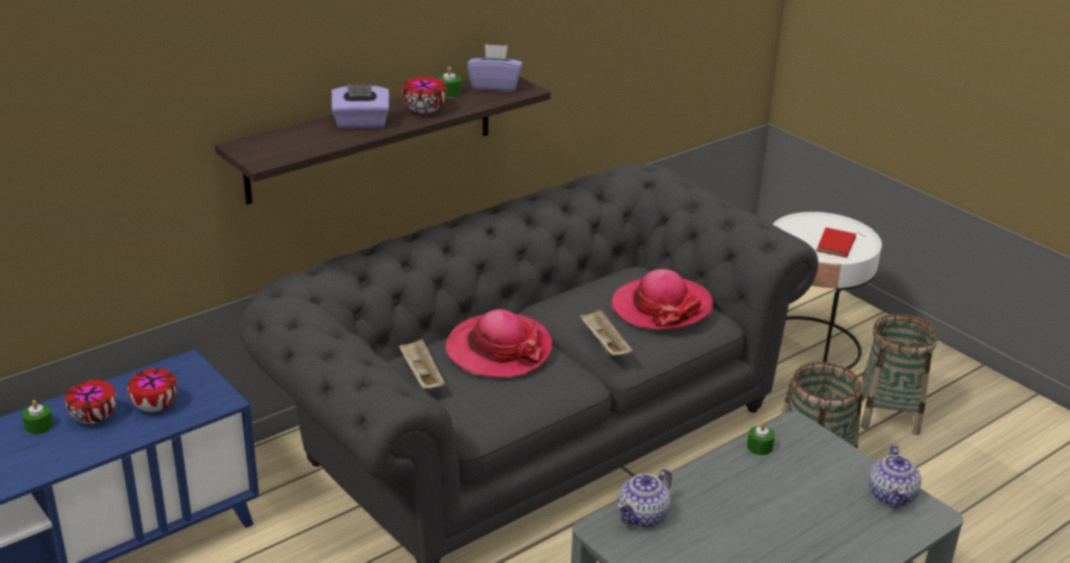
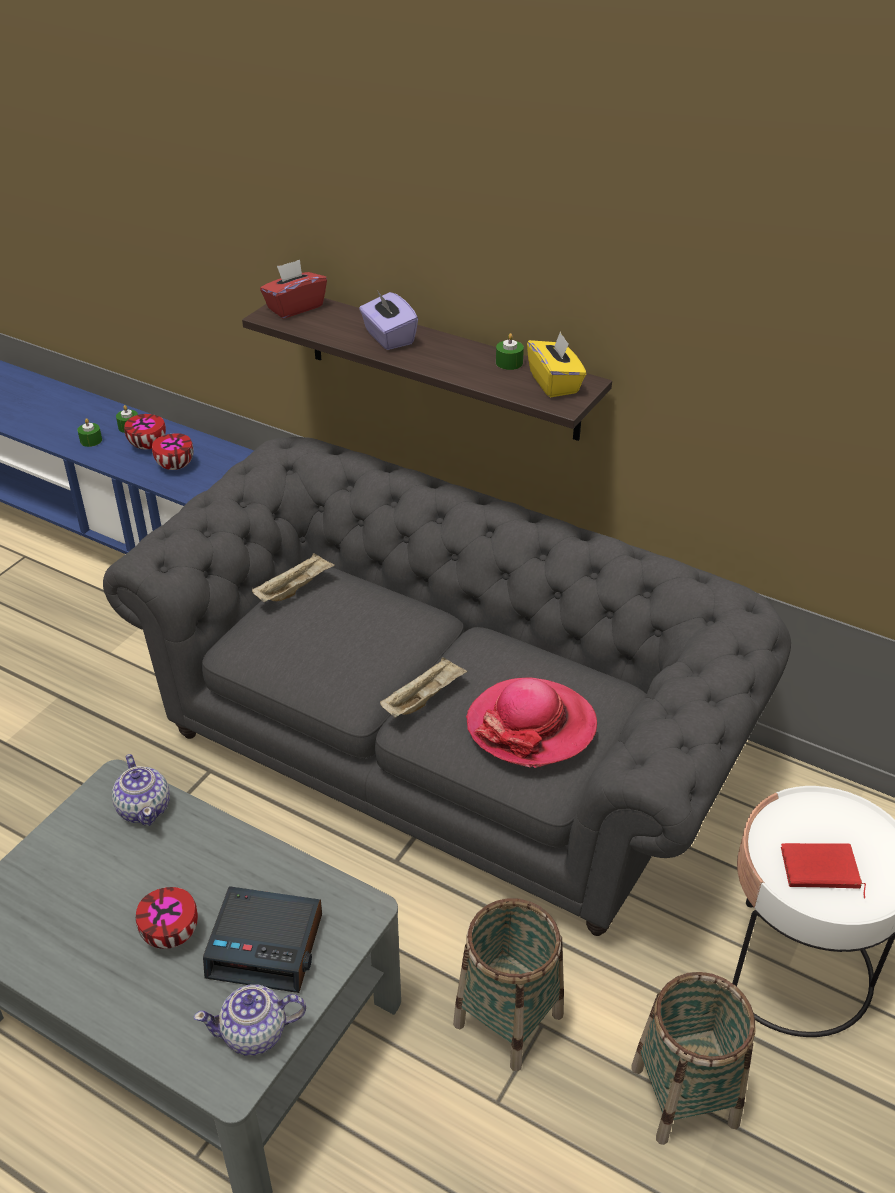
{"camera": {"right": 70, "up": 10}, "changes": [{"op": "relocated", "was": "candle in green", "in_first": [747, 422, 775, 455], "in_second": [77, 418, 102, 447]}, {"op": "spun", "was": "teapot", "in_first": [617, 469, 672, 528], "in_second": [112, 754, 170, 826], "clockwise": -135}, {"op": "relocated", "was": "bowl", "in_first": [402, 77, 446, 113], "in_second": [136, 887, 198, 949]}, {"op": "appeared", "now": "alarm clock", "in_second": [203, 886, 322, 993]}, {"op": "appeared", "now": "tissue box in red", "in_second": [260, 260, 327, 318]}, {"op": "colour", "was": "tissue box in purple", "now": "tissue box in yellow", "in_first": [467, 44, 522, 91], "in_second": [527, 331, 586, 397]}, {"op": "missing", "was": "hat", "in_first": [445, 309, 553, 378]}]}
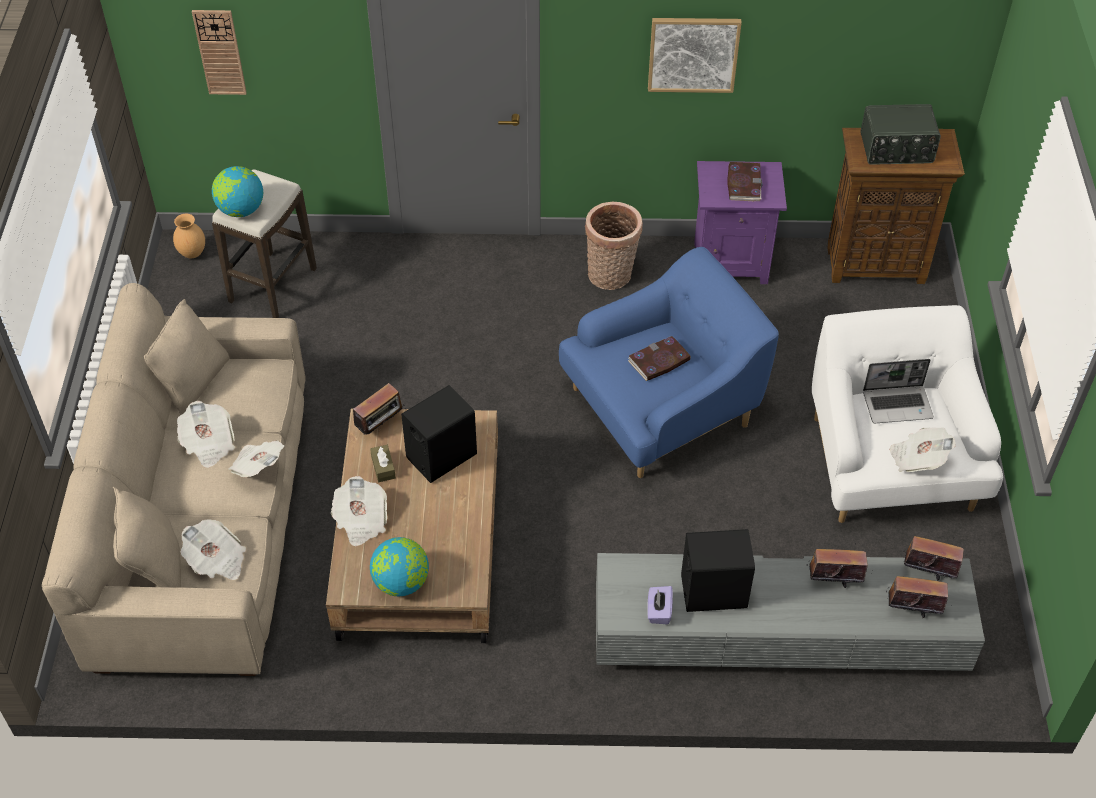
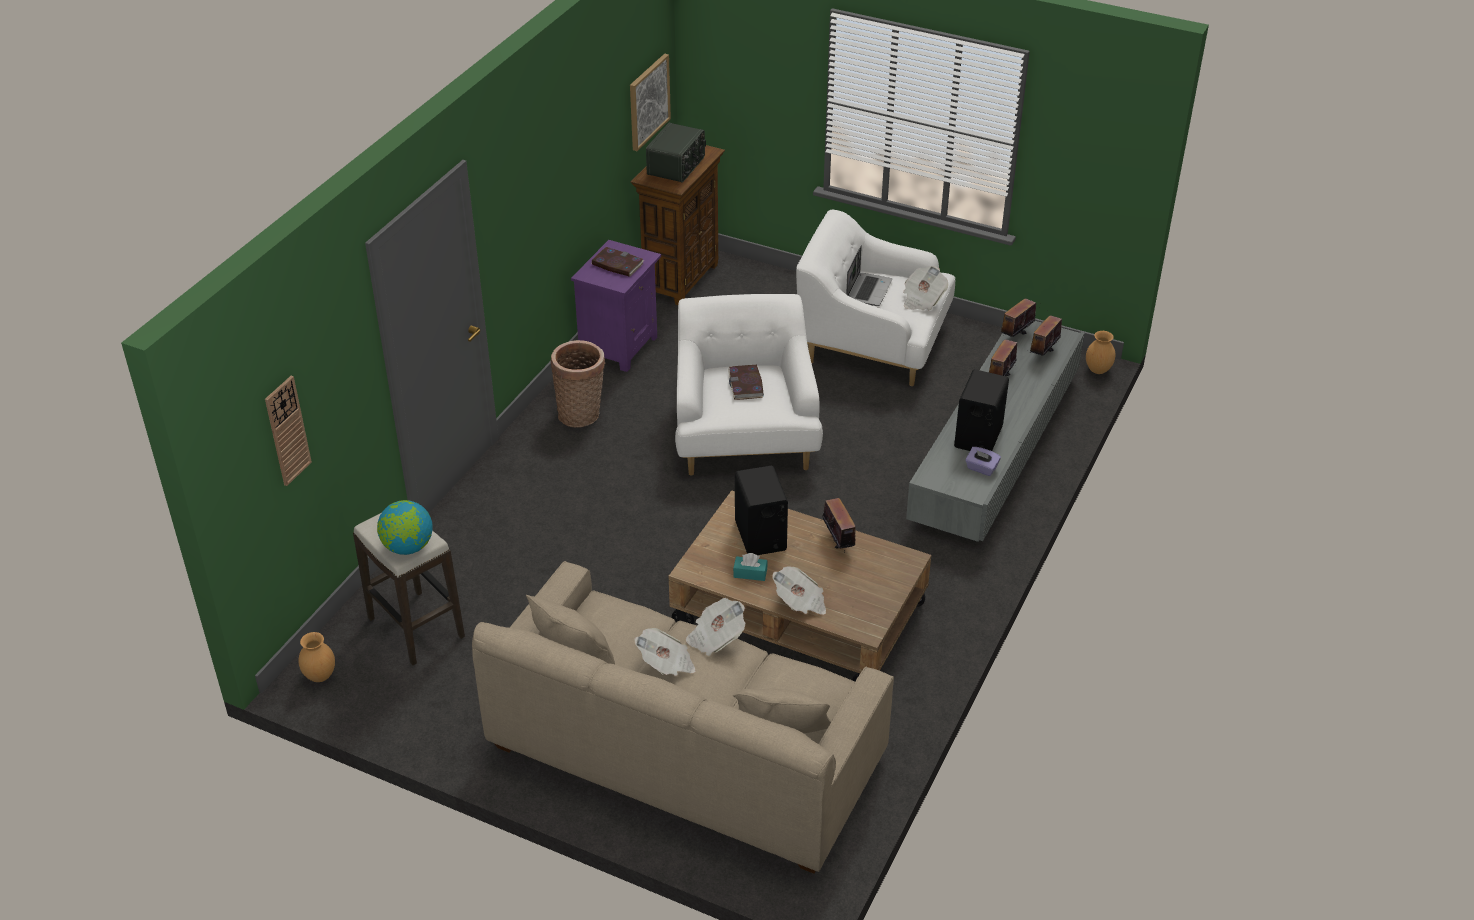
{"camera": {"right": -65, "up": -10}, "changes": [{"op": "relocated", "was": "picture", "in_first": [648, 18, 742, 93], "in_second": [630, 54, 671, 151]}, {"op": "colour", "was": "armchair in blue", "now": "armchair in white", "in_first": [559, 247, 779, 478], "in_second": [675, 294, 823, 476]}, {"op": "colour", "was": "tissue box in brown", "now": "tissue box in turquoise", "in_first": [370, 445, 396, 482], "in_second": [733, 553, 768, 581]}, {"op": "relocated", "was": "radio", "in_first": [353, 383, 404, 435], "in_second": [823, 498, 859, 553]}, {"op": "appeared", "now": "vase in brown", "in_second": [1086, 331, 1115, 374]}, {"op": "missing", "was": "newspaper", "in_first": [181, 520, 246, 580]}, {"op": "missing", "was": "globe", "in_first": [370, 537, 429, 596]}]}
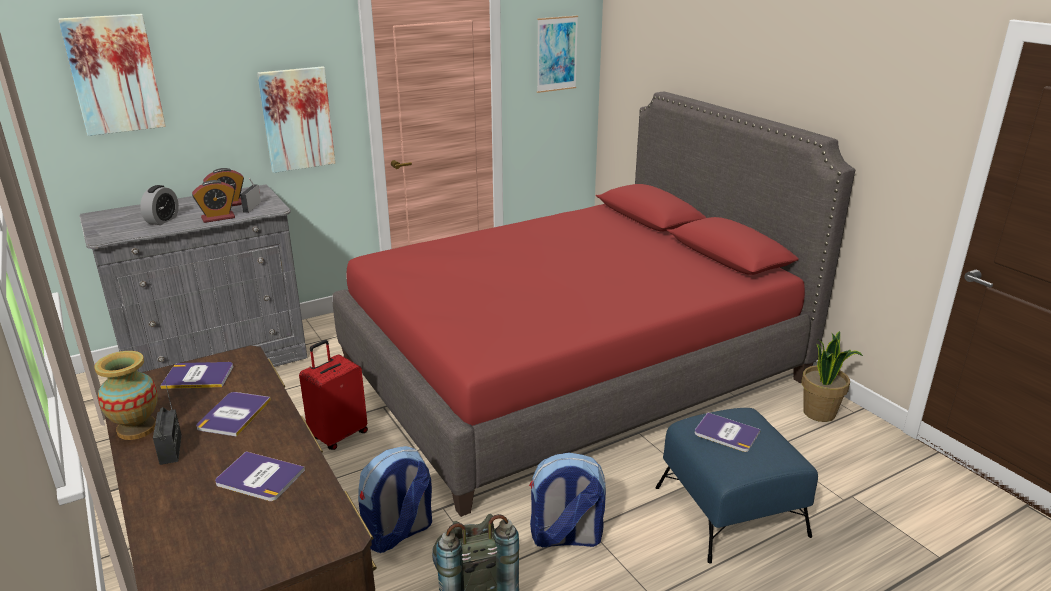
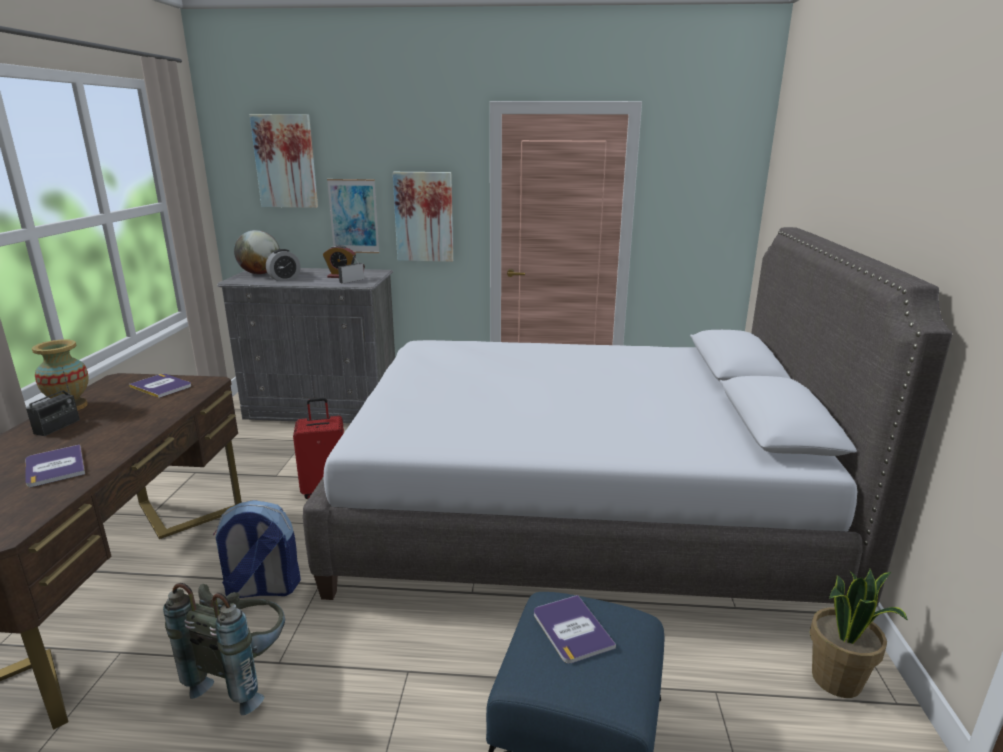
{"camera": {"right": 35, "up": -5}, "changes": [{"op": "appeared", "now": "globe", "in_second": [234, 230, 280, 274]}, {"op": "colour", "was": "bed in red", "now": "bed in grey", "in_first": [332, 91, 855, 517], "in_second": [303, 227, 953, 607]}, {"op": "relocated", "was": "picture", "in_first": [537, 16, 578, 93], "in_second": [327, 179, 379, 253]}, {"op": "missing", "was": "alarm clock", "in_first": [192, 180, 235, 223]}, {"op": "missing", "was": "book", "in_first": [196, 392, 271, 437]}, {"op": "missing", "was": "backpack", "in_first": [529, 453, 606, 547]}]}
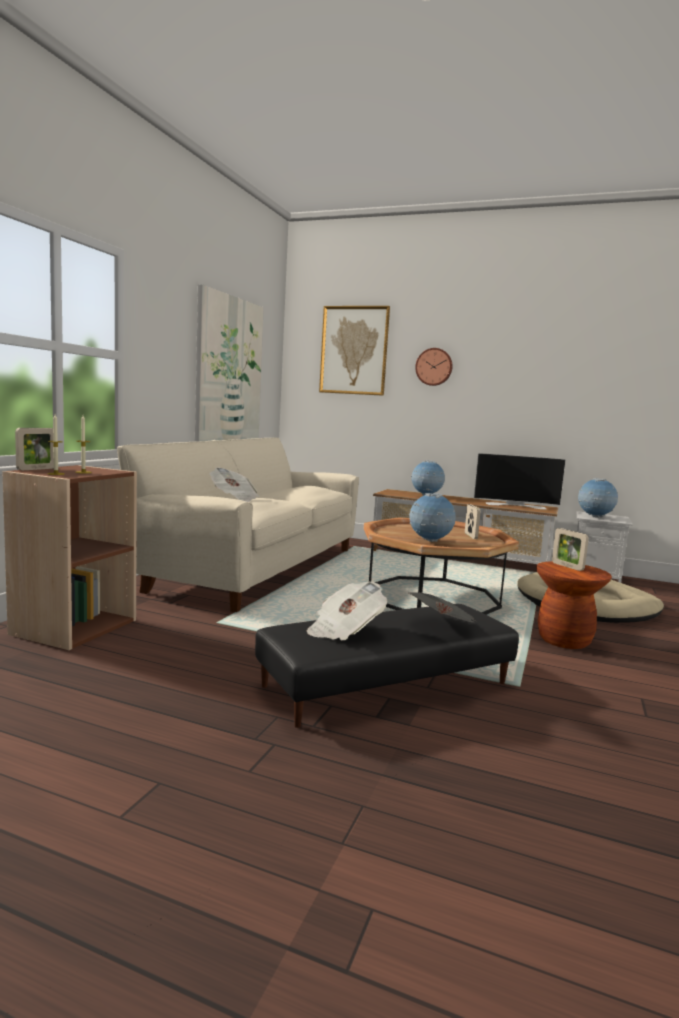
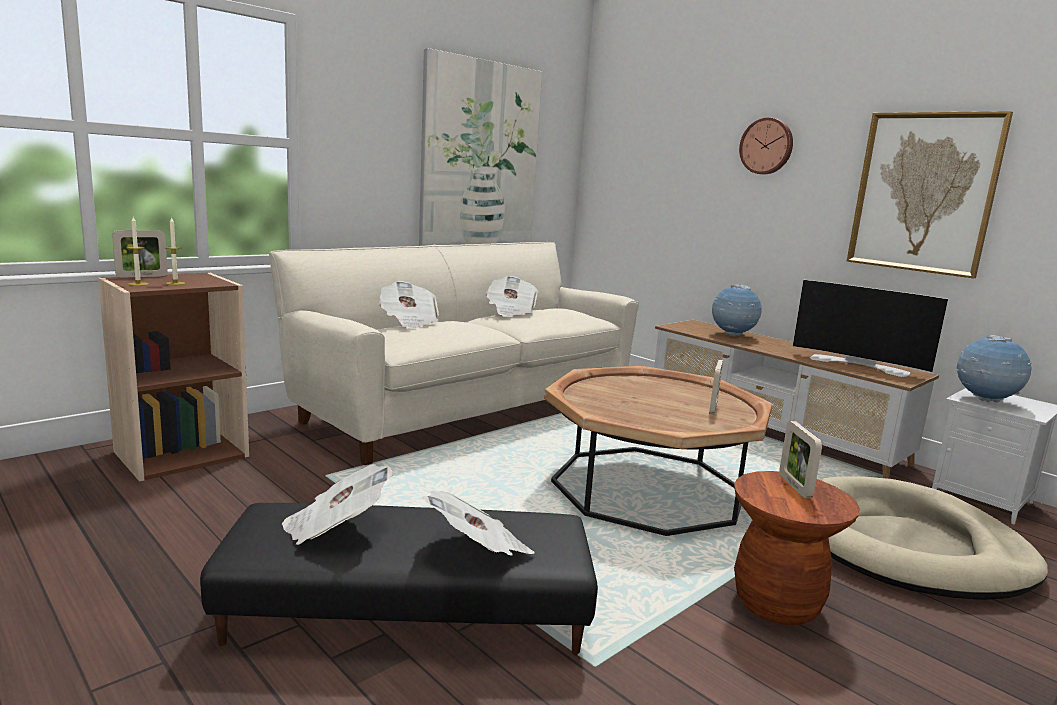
{"camera": {"right": 25, "up": 5}, "changes": [{"op": "appeared", "now": "newspaper", "in_second": [486, 276, 538, 316]}, {"op": "relocated", "was": "picture", "in_first": [319, 306, 390, 396], "in_second": [847, 111, 1013, 278]}, {"op": "missing", "was": "globe", "in_first": [410, 493, 456, 542]}]}
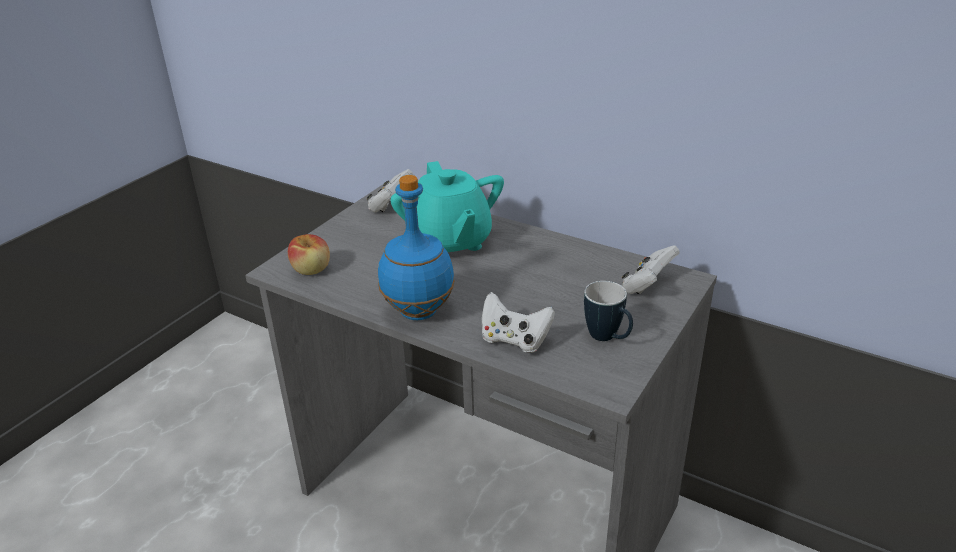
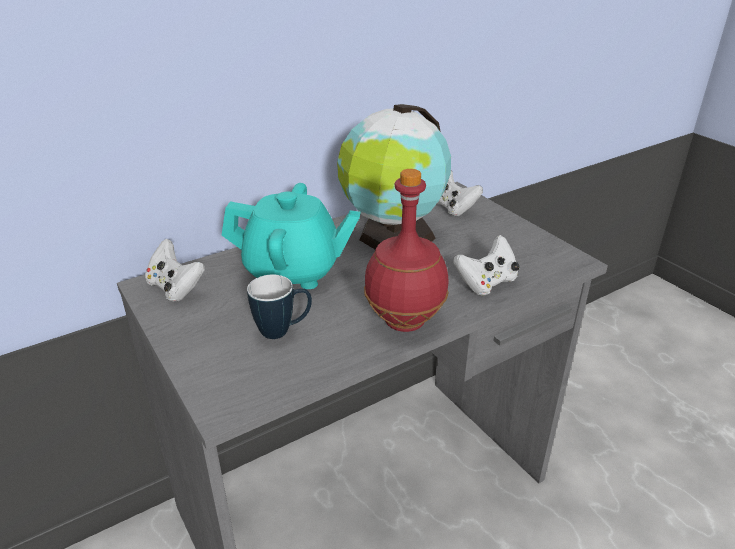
{"camera": {"right": -65, "up": 0}, "changes": [{"op": "relocated", "was": "mug", "in_first": [584, 281, 633, 341], "in_second": [247, 275, 312, 339]}, {"op": "appeared", "now": "globe", "in_second": [337, 104, 451, 250]}, {"op": "colour", "was": "bottle in blue", "now": "bottle in red", "in_first": [378, 175, 455, 320], "in_second": [364, 169, 449, 332]}, {"op": "missing", "was": "apple", "in_first": [288, 234, 330, 275]}]}
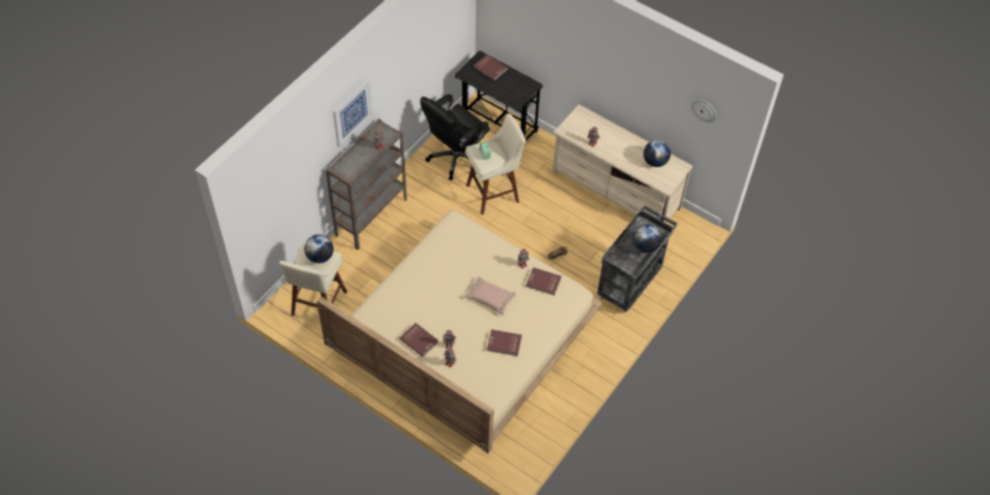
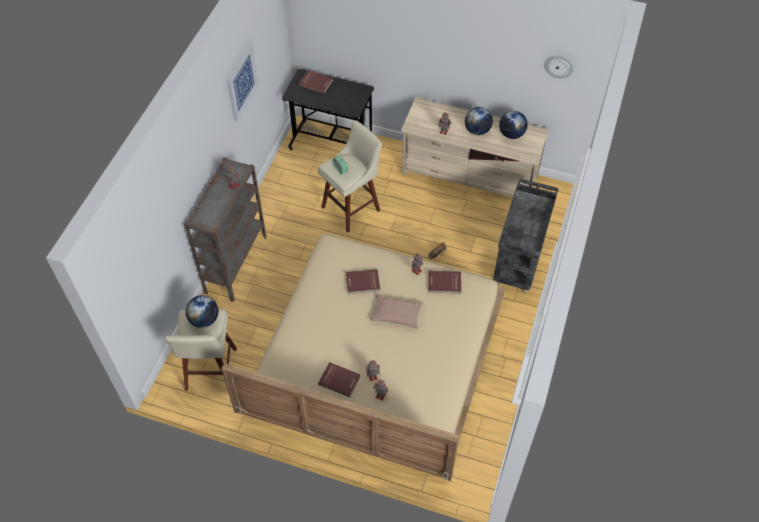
{"camera": {"right": -15, "up": 0}, "changes": [{"op": "relocated", "was": "picture", "in_first": [333, 79, 373, 147], "in_second": [227, 43, 259, 121]}, {"op": "relocated", "was": "book in red", "in_first": [487, 329, 522, 356], "in_second": [346, 269, 380, 294]}, {"op": "relocated", "was": "globe", "in_first": [633, 224, 661, 253], "in_second": [465, 107, 493, 135]}, {"op": "missing", "was": "office chair in black", "in_first": [420, 94, 490, 180]}]}
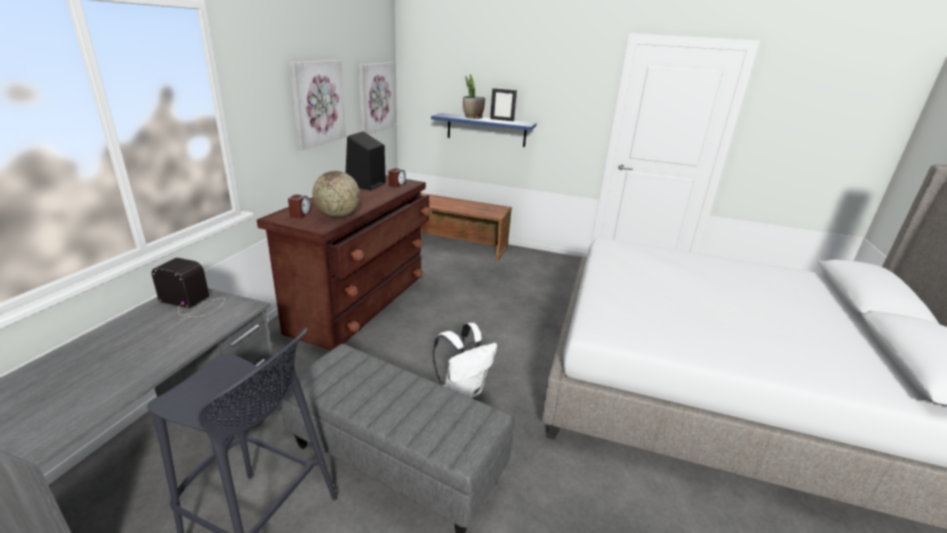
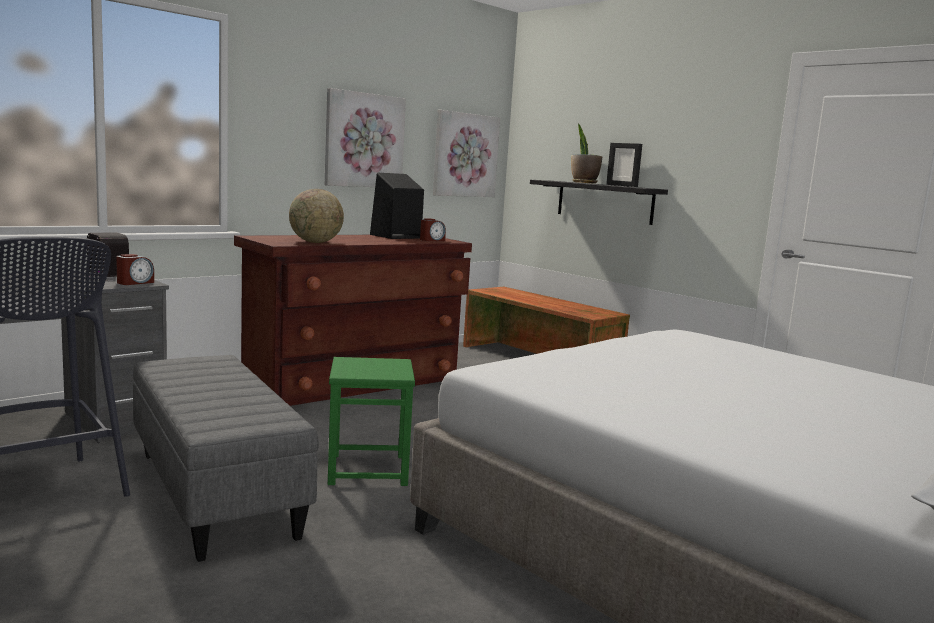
{"camera": {"right": 30, "up": -15}, "changes": [{"op": "relocated", "was": "alarm clock", "in_first": [288, 194, 311, 218], "in_second": [116, 254, 154, 285]}, {"op": "exchanged", "was": "backpack in white", "now": "stool in green", "in_first": [433, 323, 497, 398], "in_second": [328, 357, 415, 486]}, {"op": "colour", "was": "shelf in blue", "now": "shelf in black", "in_first": [431, 113, 537, 147], "in_second": [530, 180, 668, 225]}]}
